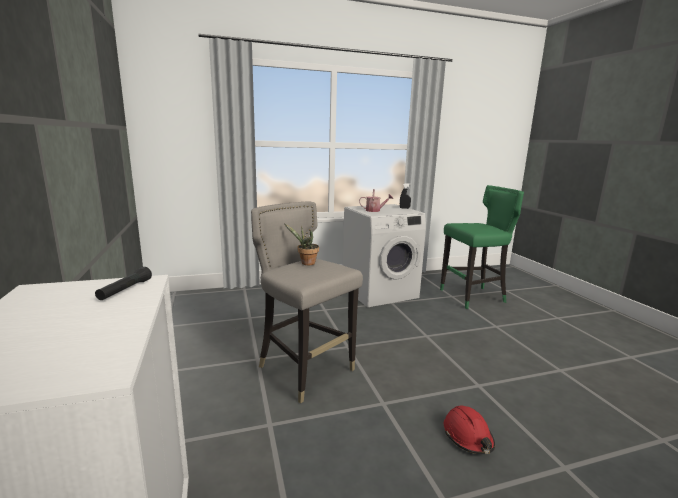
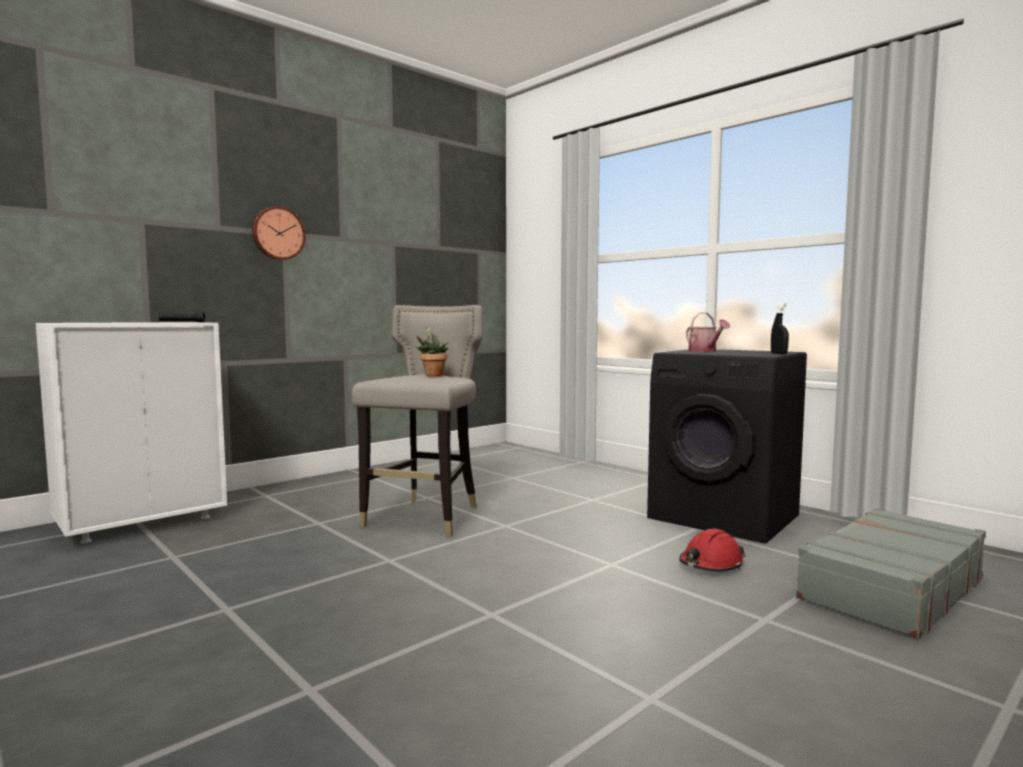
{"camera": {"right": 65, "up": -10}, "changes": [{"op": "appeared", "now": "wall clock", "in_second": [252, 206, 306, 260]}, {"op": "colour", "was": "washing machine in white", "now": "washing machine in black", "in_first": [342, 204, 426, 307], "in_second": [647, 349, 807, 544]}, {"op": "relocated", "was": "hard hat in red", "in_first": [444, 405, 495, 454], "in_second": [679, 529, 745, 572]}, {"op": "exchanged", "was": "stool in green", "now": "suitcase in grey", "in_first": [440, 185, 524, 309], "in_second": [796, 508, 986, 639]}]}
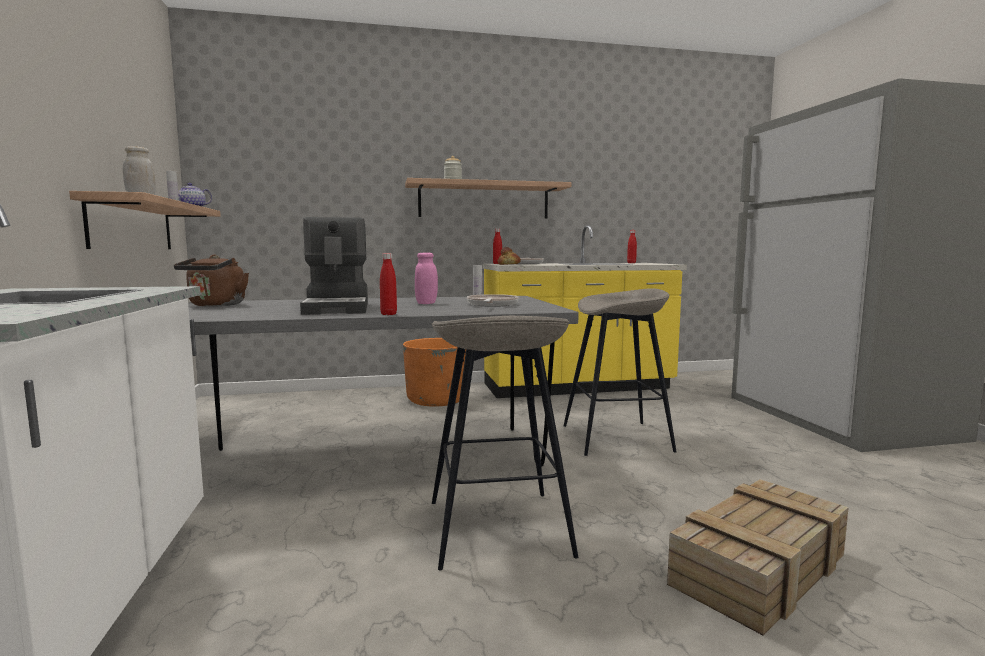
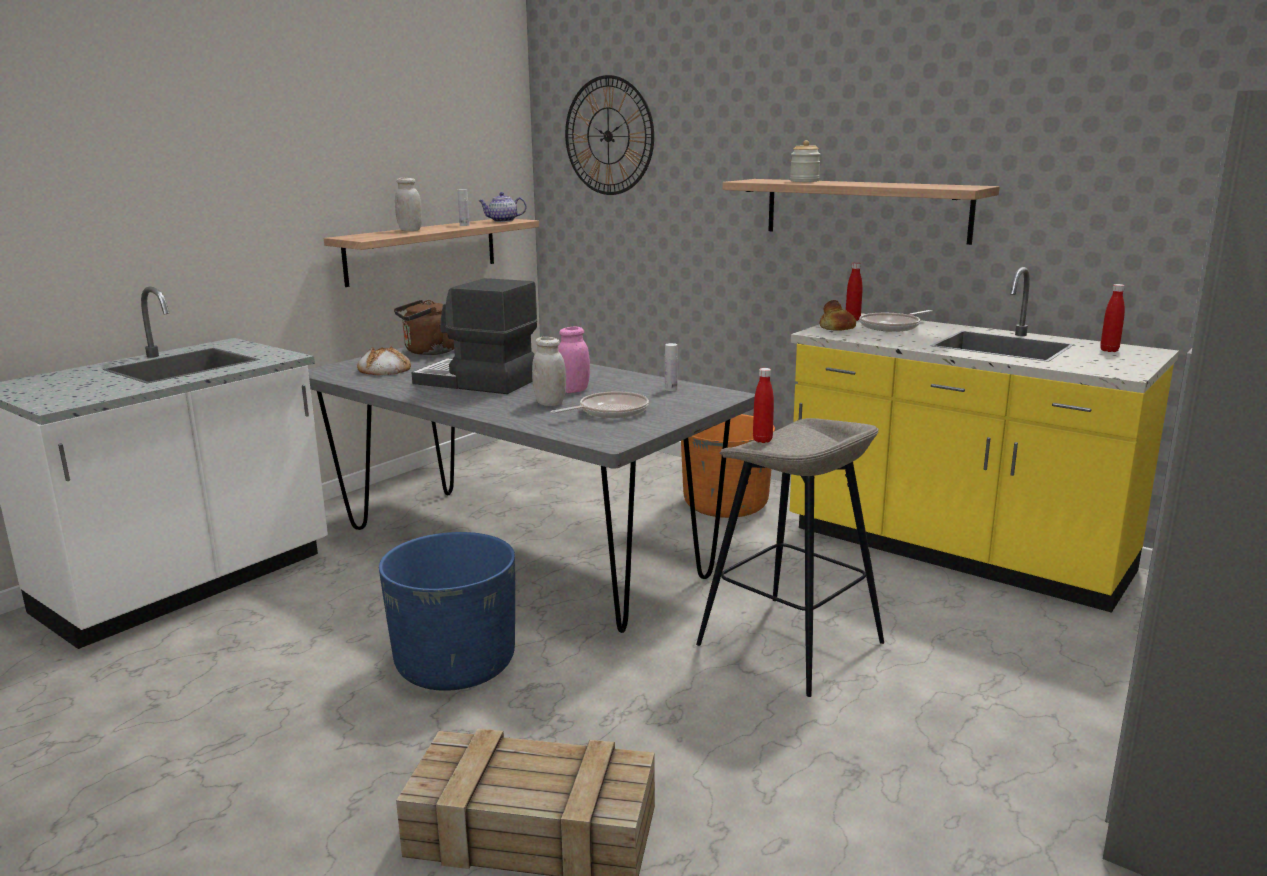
{"camera": {"right": 50, "up": 10}, "changes": [{"op": "appeared", "now": "bread", "in_second": [357, 347, 411, 375]}, {"op": "exchanged", "was": "stool in grey", "now": "planter in blue", "in_first": [432, 316, 578, 571], "in_second": [379, 532, 515, 691]}, {"op": "spun", "was": "coffee machine", "in_first": [300, 217, 368, 315], "in_second": [412, 278, 537, 394], "clockwise": 75}, {"op": "appeared", "now": "jar in white", "in_second": [532, 337, 566, 406]}, {"op": "appeared", "now": "wall clock", "in_second": [565, 75, 654, 195]}, {"op": "relocated", "was": "bottle in red", "in_first": [380, 253, 397, 315], "in_second": [753, 368, 774, 443]}]}
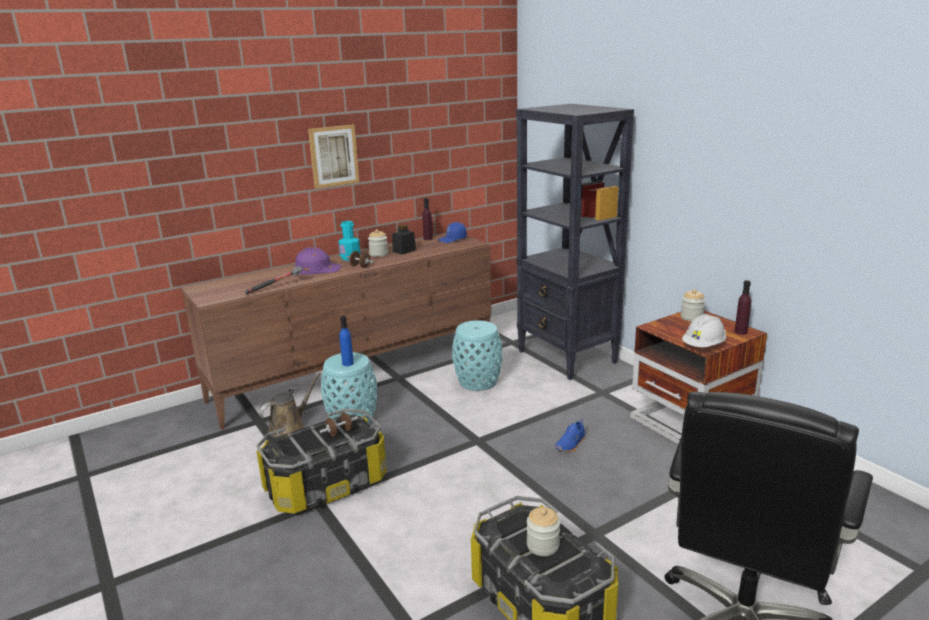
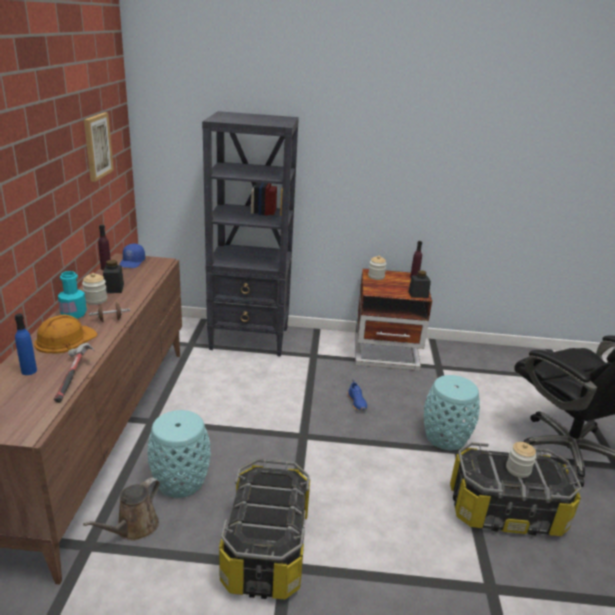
{"camera": {"right": -55, "up": 5}, "changes": [{"op": "relocated", "was": "bottle in blue", "in_first": [339, 316, 354, 366], "in_second": [15, 313, 37, 375]}, {"op": "colour", "was": "hard hat in purple", "now": "hard hat in orange", "in_first": [293, 247, 342, 275], "in_second": [34, 314, 98, 354]}, {"op": "spun", "was": "watering can in brown", "in_first": [259, 372, 321, 437], "in_second": [83, 477, 160, 541], "clockwise": -135}, {"op": "relocated", "was": "picture", "in_first": [308, 124, 360, 189], "in_second": [84, 112, 114, 182]}, {"op": "exchanged", "was": "hard hat in white", "now": "jar in black", "in_first": [682, 314, 726, 347], "in_second": [408, 270, 431, 298]}, {"op": "relocated", "was": "stool in turquoise", "in_first": [452, 320, 503, 391], "in_second": [424, 375, 480, 450]}, {"op": "missing", "was": "dumbbell in brown", "in_first": [320, 412, 358, 437]}]}
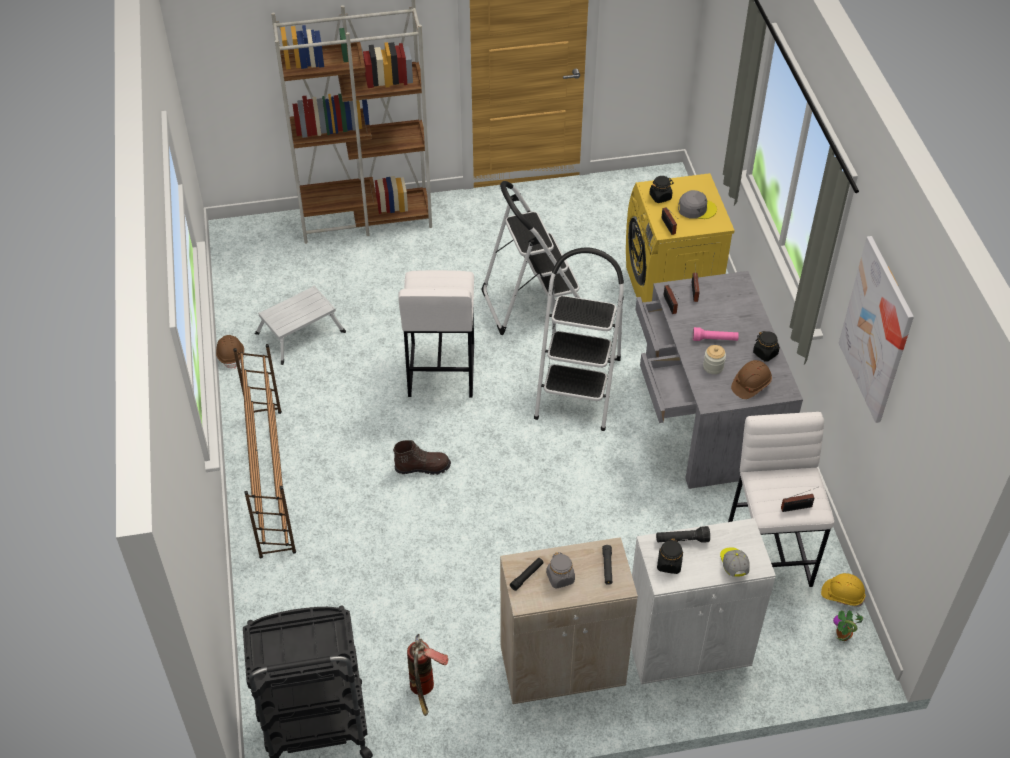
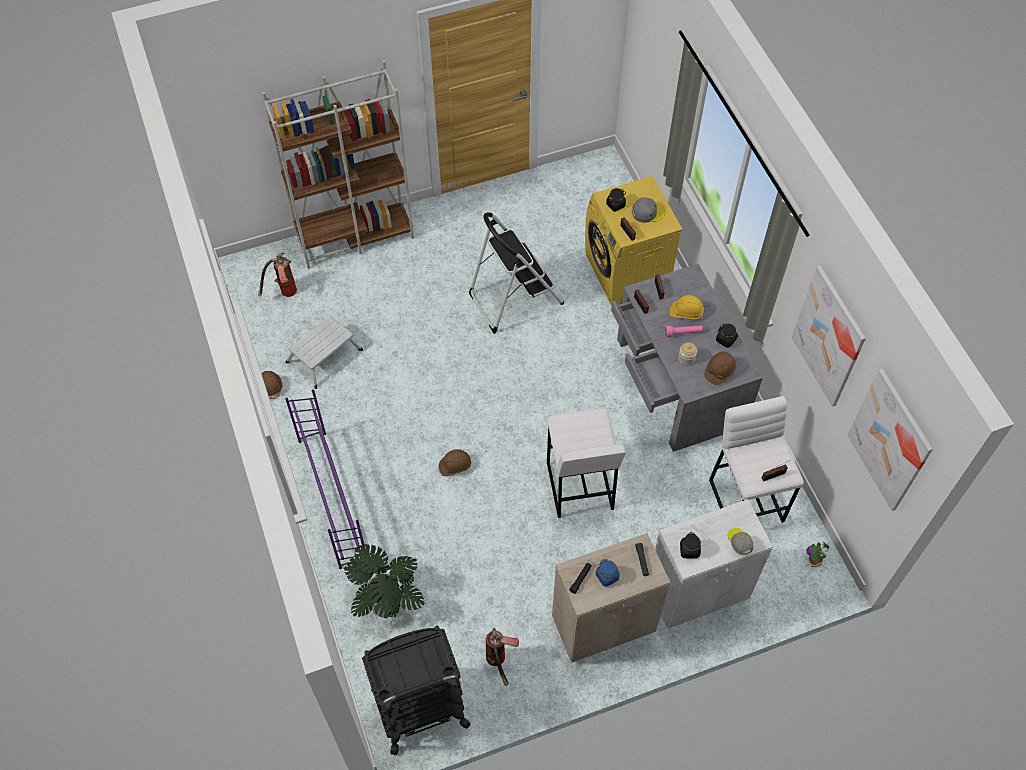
{"camera": {"right": -10, "up": 10}, "changes": [{"op": "appeared", "now": "fire extinguisher", "in_second": [258, 253, 297, 297]}, {"op": "colour", "was": "shoe rack in brown", "now": "shoe rack in purple", "in_first": [233, 344, 296, 558], "in_second": [285, 390, 366, 569]}, {"op": "appeared", "now": "potted plant", "in_second": [344, 544, 425, 619]}, {"op": "exchanged", "was": "boot in brown", "now": "hard hat in brown", "in_first": [393, 440, 451, 475], "in_second": [439, 449, 471, 476]}, {"op": "relocated", "was": "stool in white", "in_first": [398, 270, 474, 398], "in_second": [547, 408, 626, 518]}, {"op": "colour", "was": "jar in grey", "now": "jar in blue", "in_first": [546, 552, 575, 589], "in_second": [596, 559, 620, 587]}, {"op": "relocated", "was": "hard hat in yellow", "in_first": [821, 573, 866, 607], "in_second": [670, 295, 704, 320]}, {"op": "appeared", "now": "picture", "in_second": [847, 369, 933, 511]}, {"op": "missing", "was": "step ladder", "in_first": [534, 248, 624, 431]}, {"op": "missing", "was": "flashlight in black", "in_first": [656, 526, 710, 543]}]}
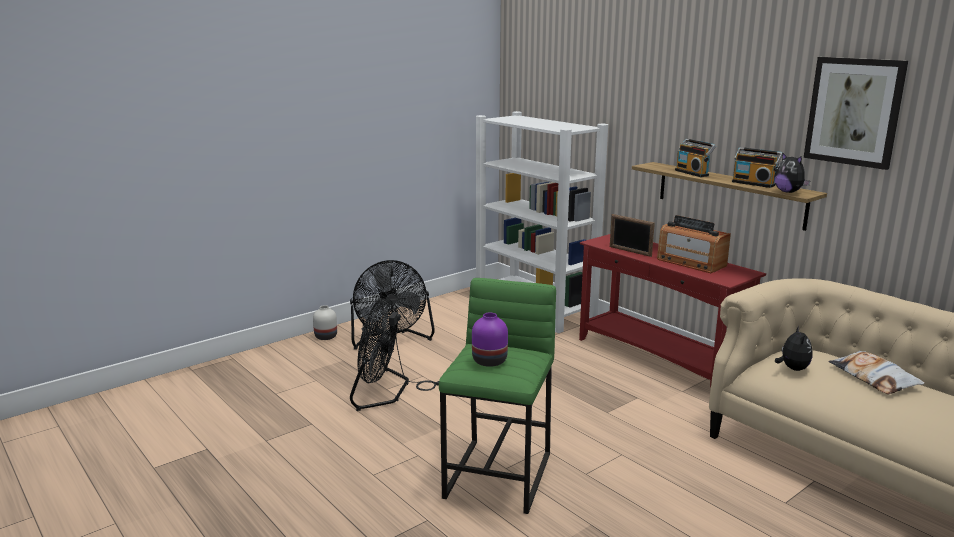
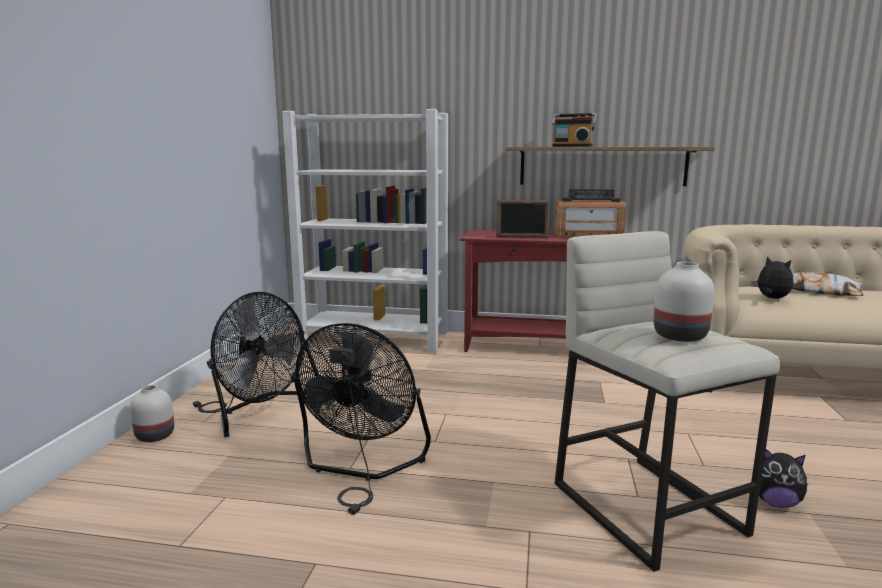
{"camera": {"right": -40, "up": -5}, "changes": [{"op": "spun", "was": "fan in black", "in_first": [350, 298, 439, 411], "in_second": [291, 323, 431, 515], "clockwise": 135}, {"op": "colour", "was": "stool in green", "now": "stool in beige", "in_first": [439, 278, 556, 514], "in_second": [555, 231, 780, 572]}, {"op": "colour", "was": "vase in purple", "now": "vase in white", "in_first": [472, 313, 508, 367], "in_second": [654, 262, 714, 342]}, {"op": "relocated", "was": "plush toy", "in_first": [774, 152, 810, 193], "in_second": [759, 449, 808, 508]}, {"op": "missing", "was": "radio", "in_first": [732, 147, 782, 188]}, {"op": "missing", "was": "picture", "in_first": [804, 57, 908, 170]}]}
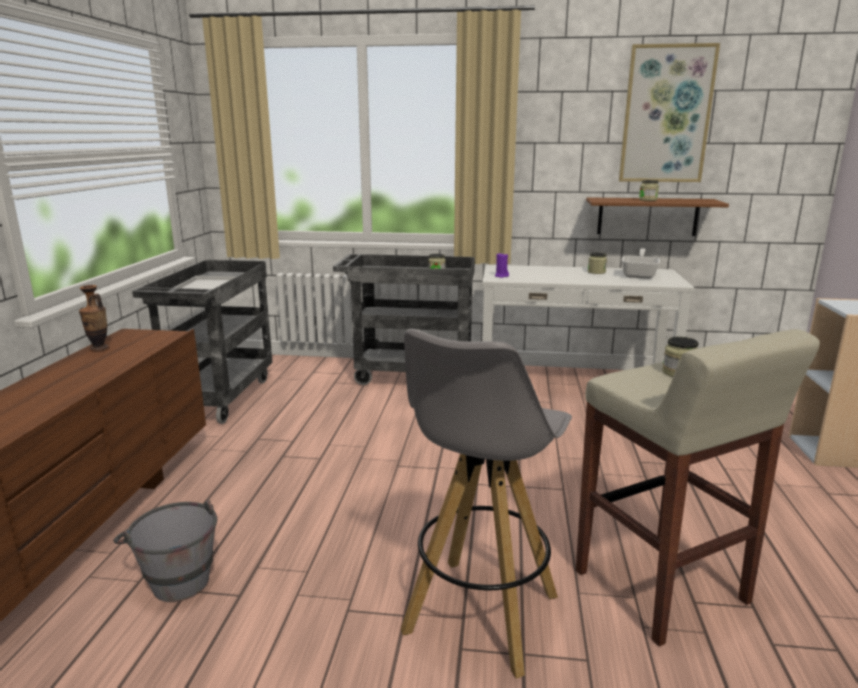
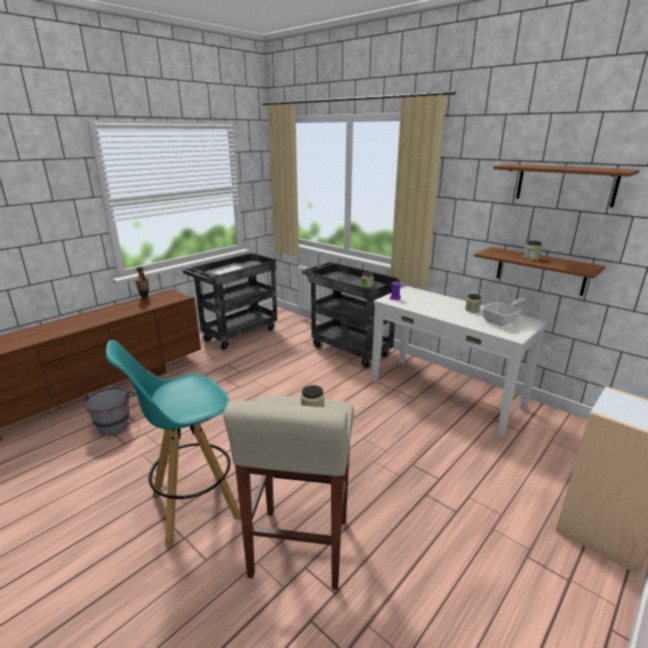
{"camera": {"right": 35, "up": 5}, "changes": [{"op": "colour", "was": "stool in grey", "now": "stool in turquoise", "in_first": [401, 329, 572, 679], "in_second": [106, 340, 241, 548]}, {"op": "exchanged", "was": "picture", "now": "shelf in brown", "in_first": [619, 43, 720, 182], "in_second": [493, 164, 640, 207]}]}
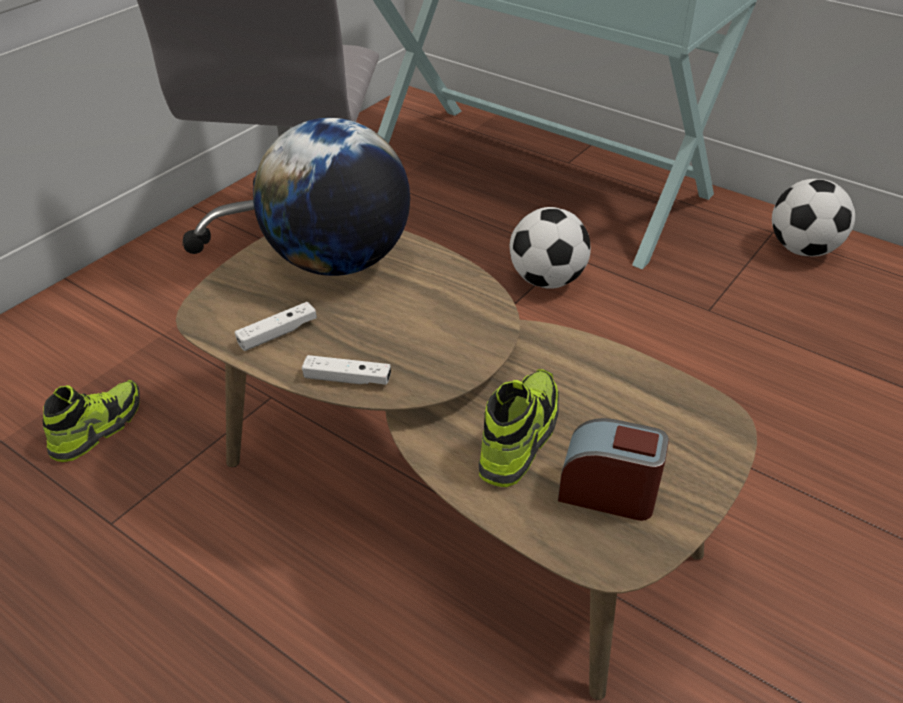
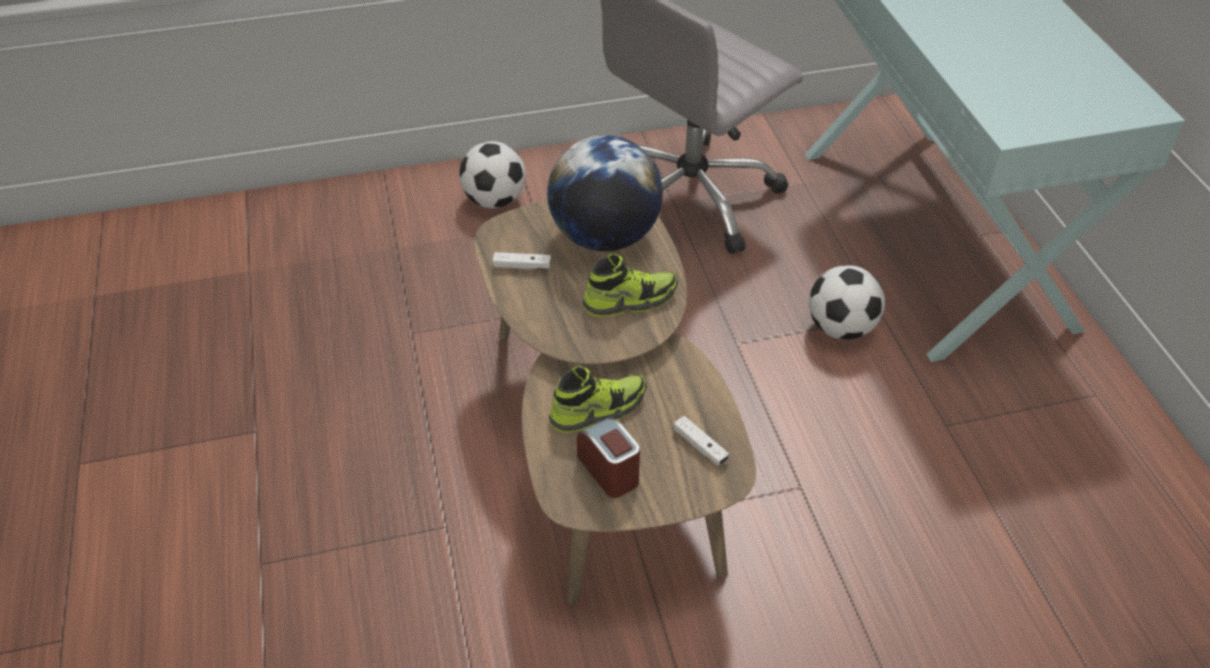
{"camera": {"right": 40, "up": 5}, "changes": [{"op": "relocated", "was": "football", "in_first": [772, 179, 855, 256], "in_second": [459, 141, 526, 208]}, {"op": "relocated", "was": "shoe", "in_first": [43, 380, 140, 462], "in_second": [582, 253, 678, 317]}, {"op": "relocated", "was": "game controller in white", "in_first": [302, 355, 391, 385], "in_second": [674, 416, 729, 466]}]}
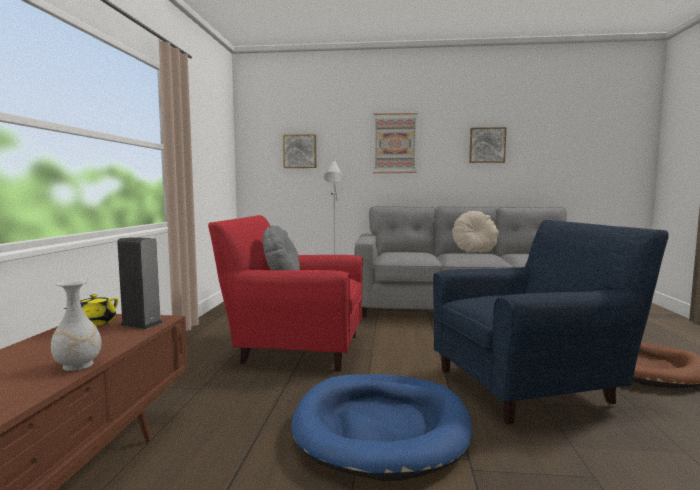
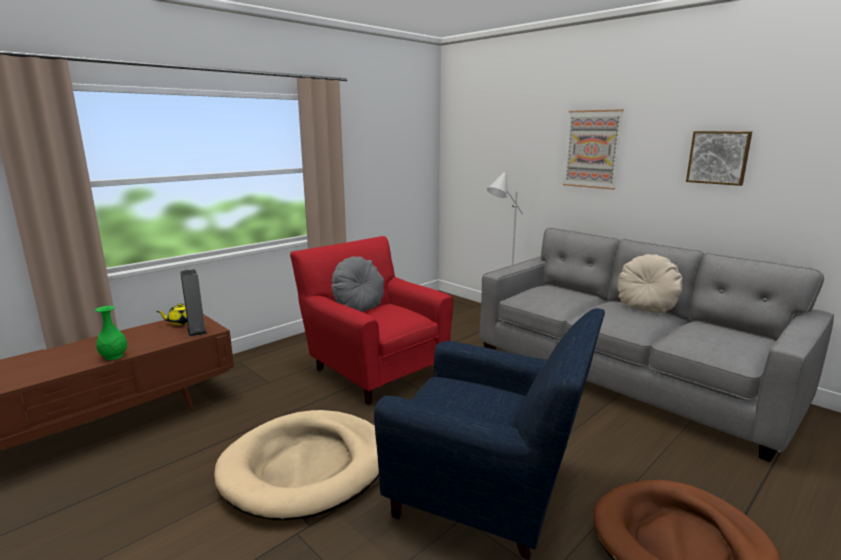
{"camera": {"right": 40, "up": 10}, "changes": [{"op": "colour", "was": "vase in white", "now": "vase in green", "in_first": [51, 280, 102, 371], "in_second": [95, 306, 127, 360]}, {"op": "colour", "was": "dog bed in blue", "now": "dog bed in beige", "in_first": [291, 374, 472, 481], "in_second": [214, 410, 379, 520]}, {"op": "missing", "was": "picture", "in_first": [283, 134, 316, 168]}]}
